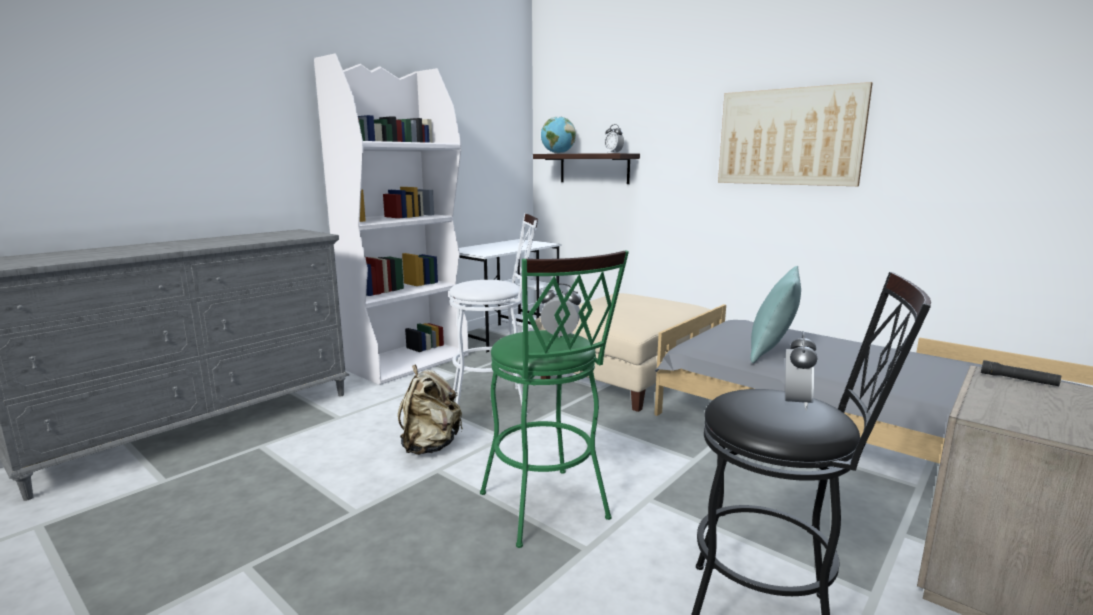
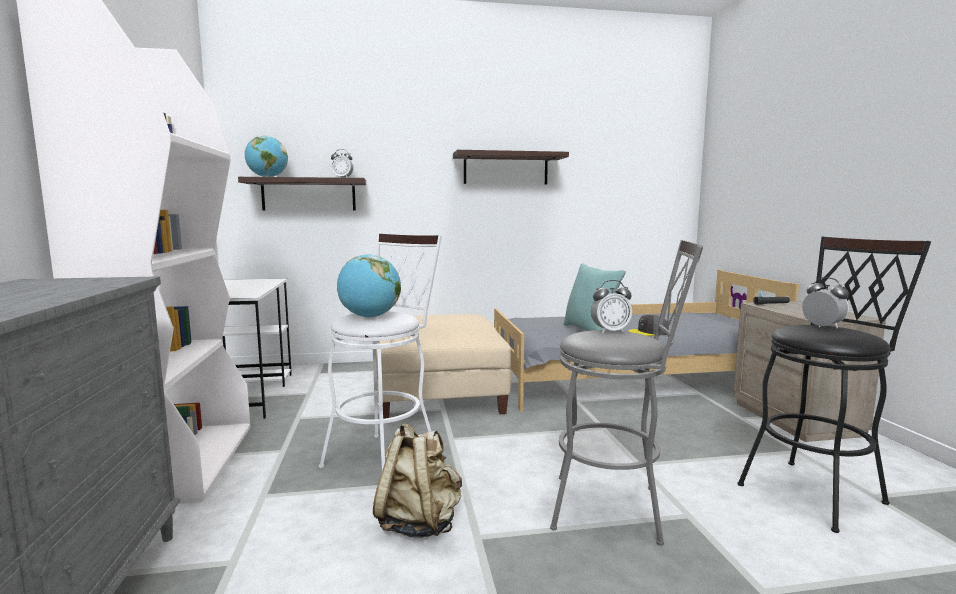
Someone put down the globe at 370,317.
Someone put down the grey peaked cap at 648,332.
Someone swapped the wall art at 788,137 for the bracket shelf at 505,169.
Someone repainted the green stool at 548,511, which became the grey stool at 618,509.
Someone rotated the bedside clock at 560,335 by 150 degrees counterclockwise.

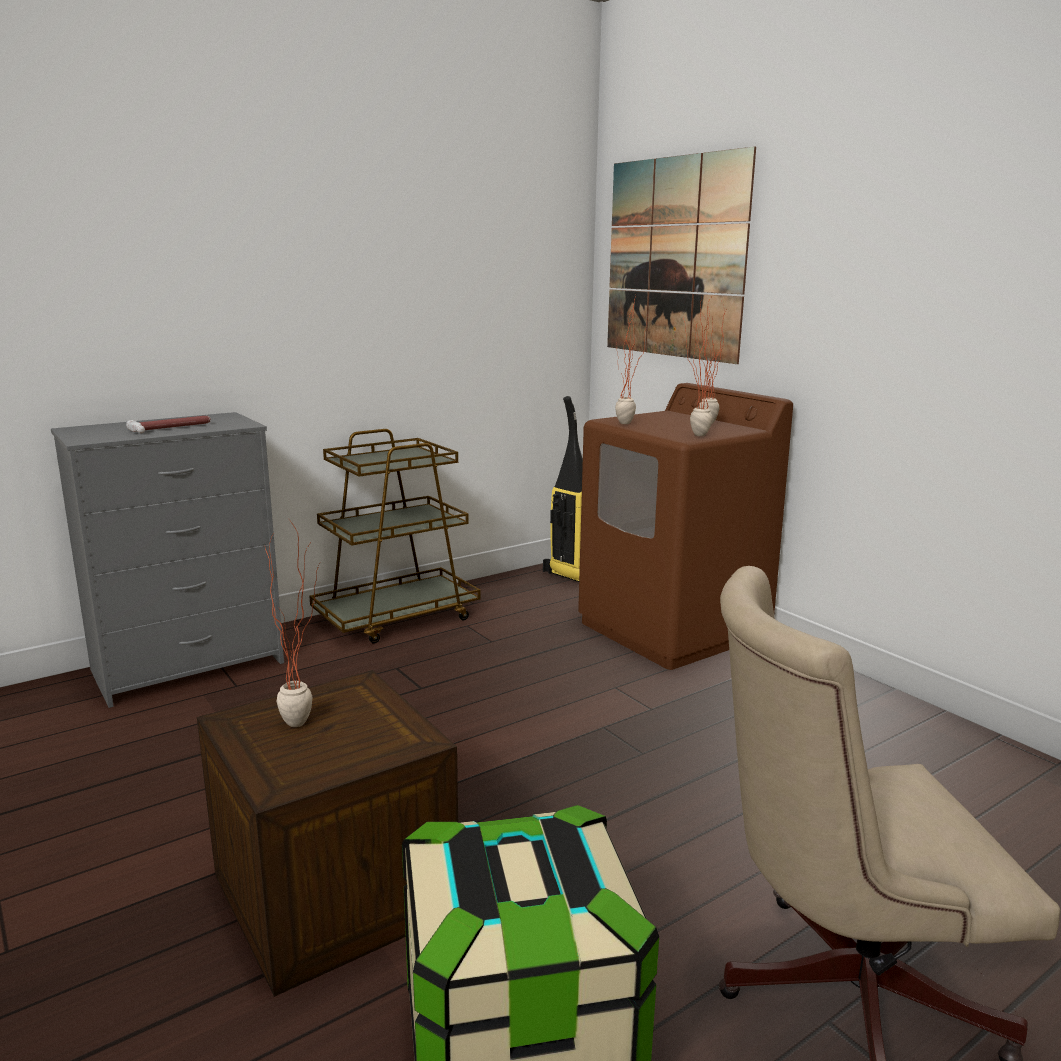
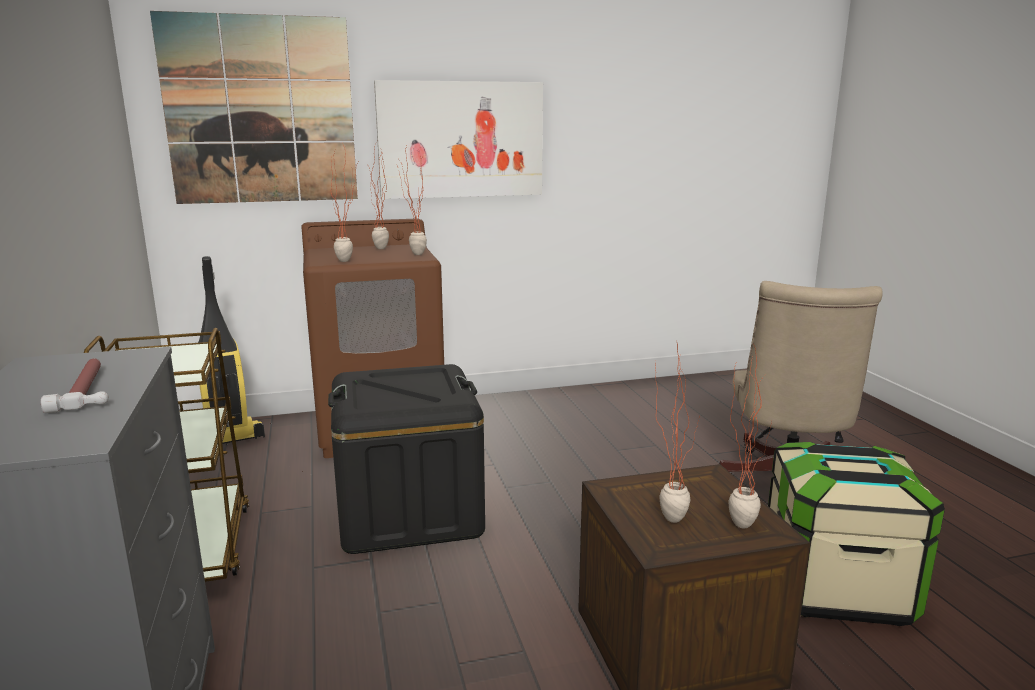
Someone put down the blackish storage container at 409,512.
Someone put up the wall art at 461,140.
Someone put down the houseplant at 740,520.

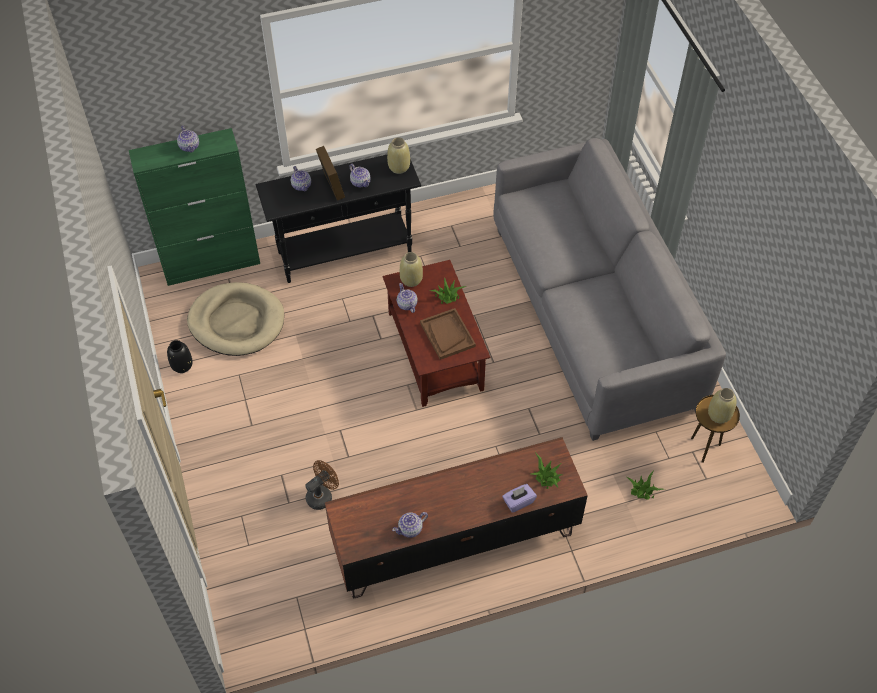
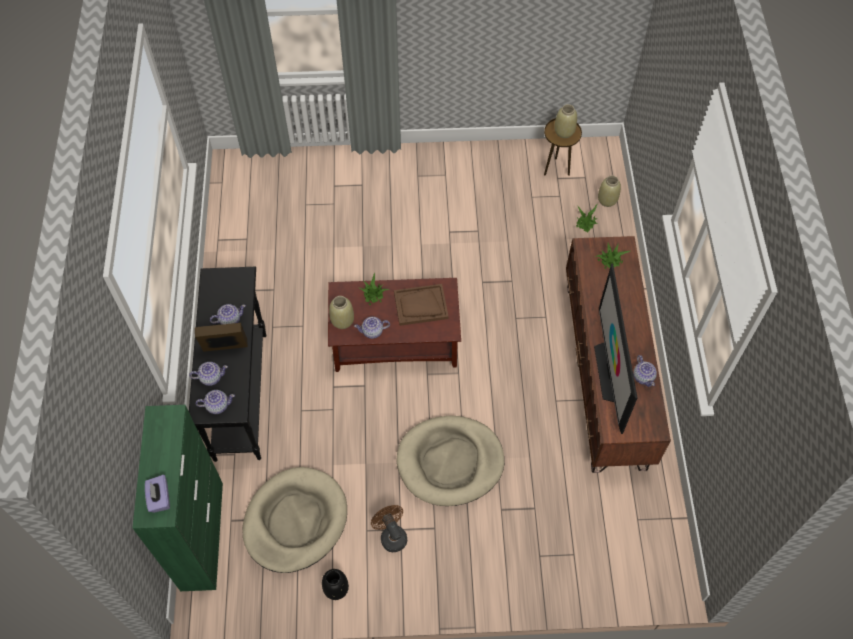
Someone took away the grey sofa at 593,316.
Someone put down the beige-coloured dog bed at 450,462.
Someone put down the TV at 611,372.
Someone carried the tea pot from 189,146 to 217,405.
Someone carried the brown-coloured fan from 322,495 to 391,535.
Someone carried the beige-coloured decorative vase from 399,167 to 607,200.
Someone carried the purple tissue holder from 518,502 to 159,498.

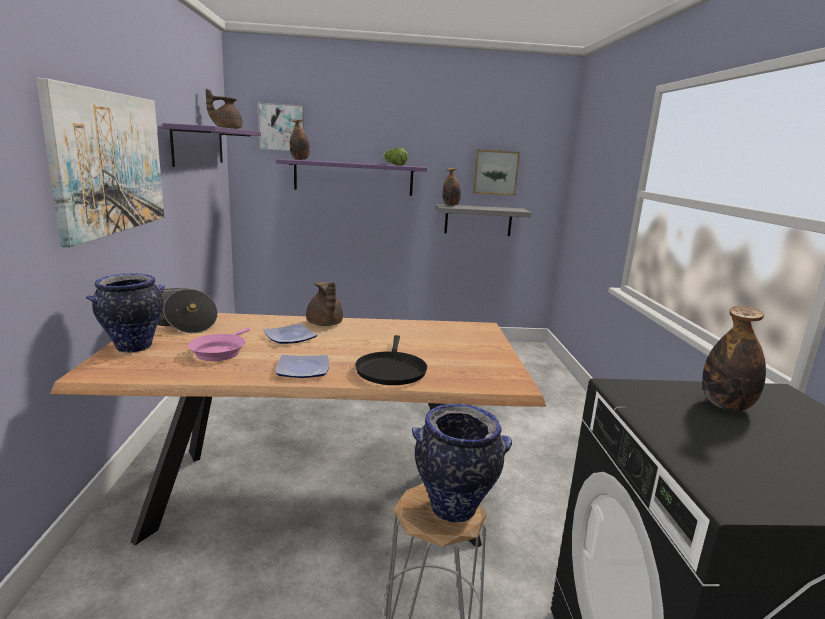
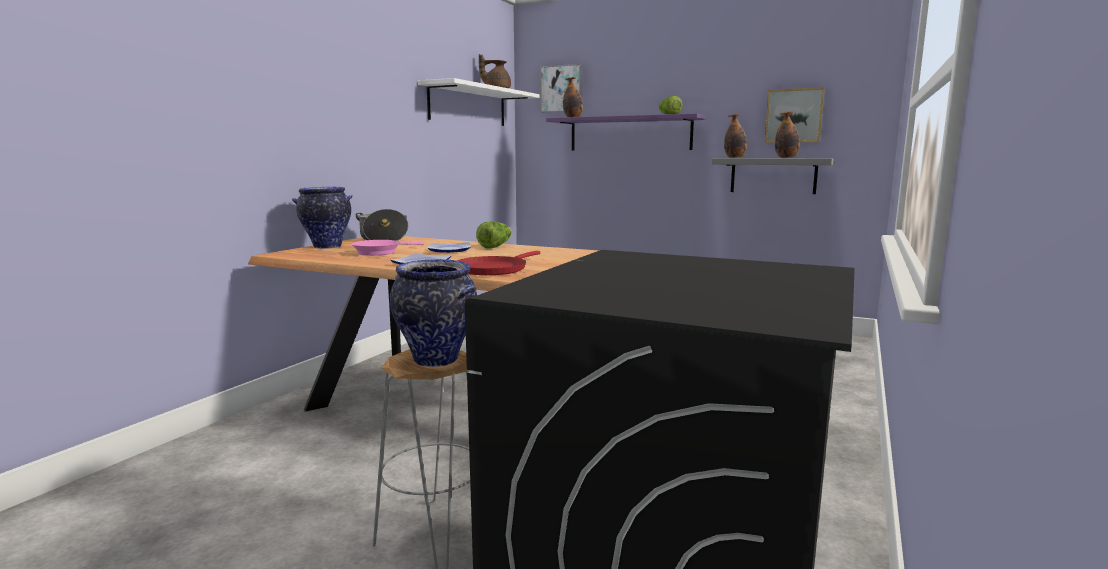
Someone took away the wall art at 110,162.
Someone carried the drink bottle from 726,405 to 786,158.
Someone swapped the brown-coloured tea pot at 324,324 for the lettuce head at 495,246.
Someone repainted the purple bracket shelf at 199,145, which became the white-coloured bracket shelf at 468,106.
Someone repainted the blackish skillet at 391,370, which became the red-coloured skillet at 493,269.

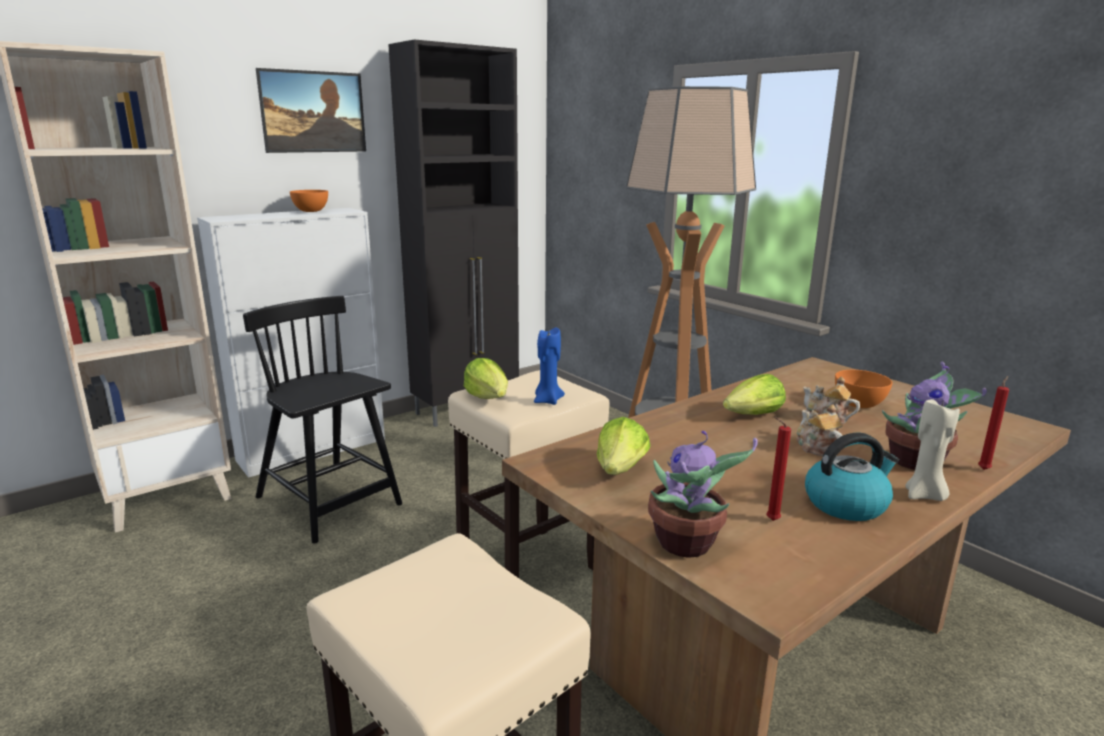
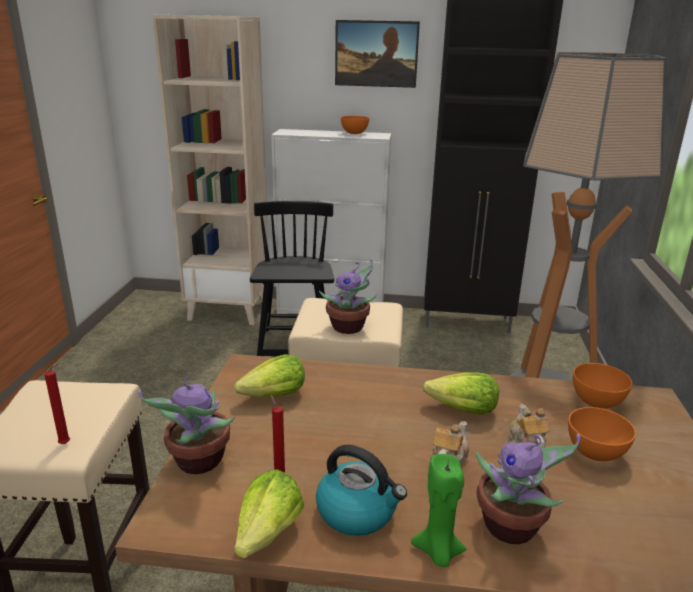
Someone put down the orangey bowl at 596,402.
Someone carried the lettuce head from 488,397 to 268,533.
Someone carried the red-coloured wax light from 984,469 to 66,444.
Someone swapped the blue-coloured wax light at 547,400 for the houseplant at 349,328.
Someone repainted the beige-coloured wax light at 924,496, which became the green wax light at 438,552.

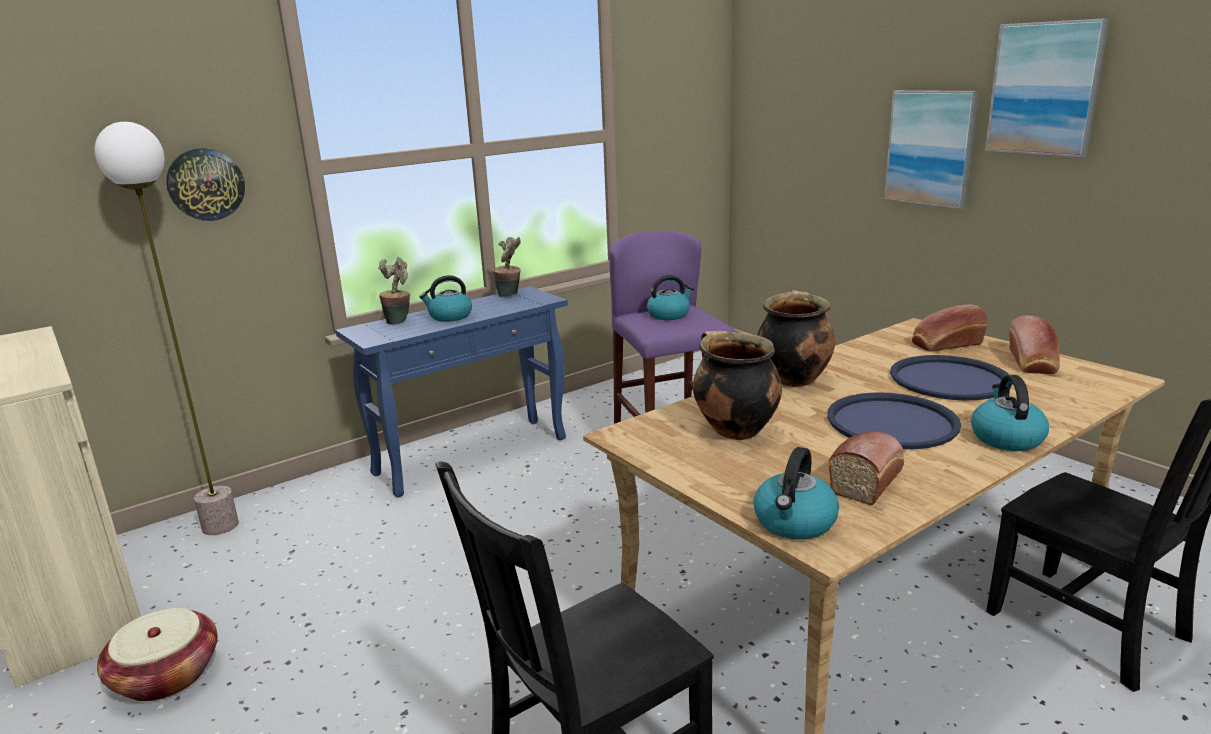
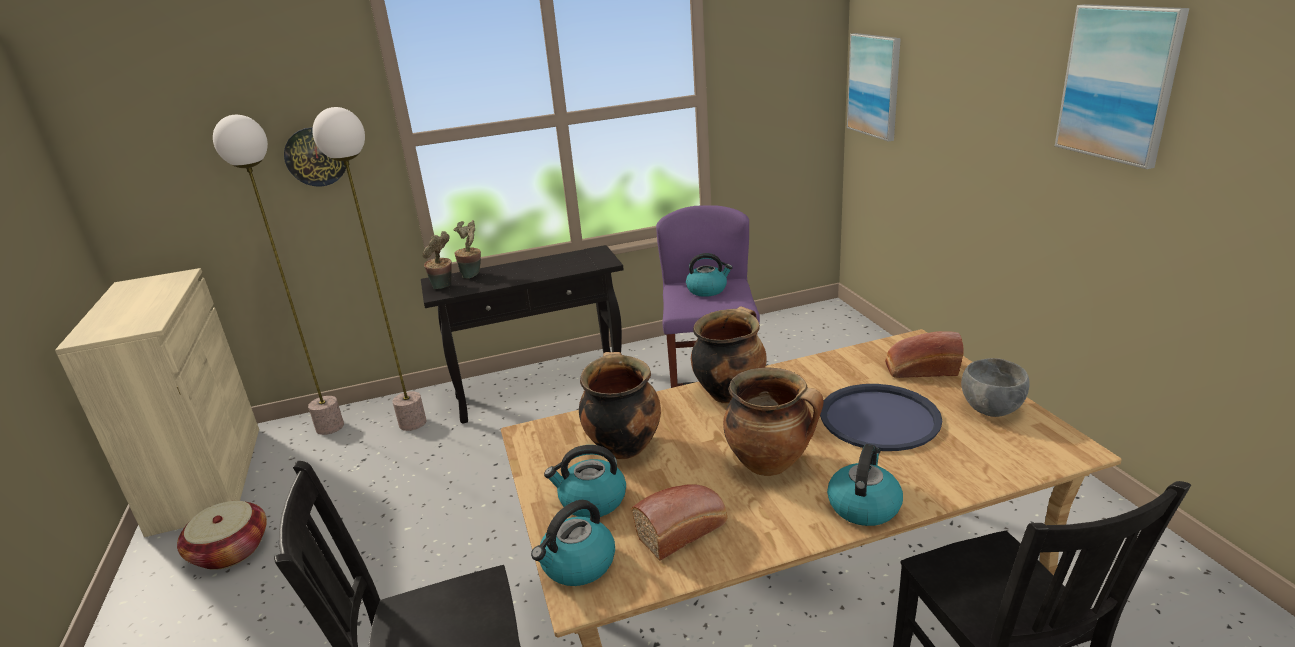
Someone put down the standing lamp at 413,422.
Someone carried the tea kettle from 449,316 to 591,501.
Someone carried the houseplant from 510,295 to 443,287.
Someone carried the wall art from 930,148 to 874,85.
Someone swapped the blue-coloured tray at 891,422 for the cooking pot at 771,464.
Someone swapped the bakery bread at 1032,362 for the grey bowl at 990,409.
Someone repainted the blue-coloured narrow table at 473,455, which became the blackish narrow table at 542,391.

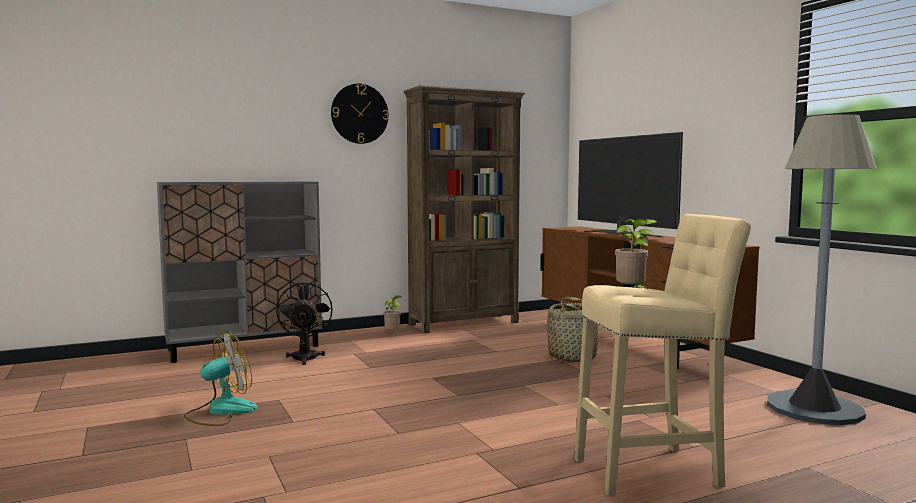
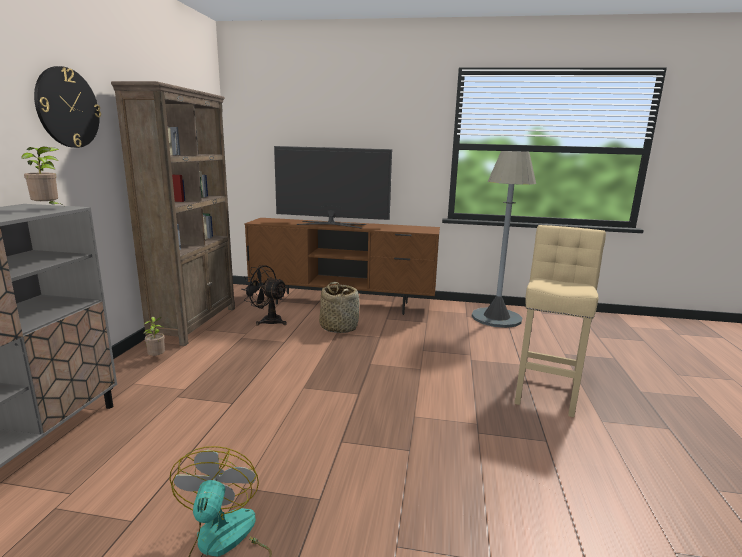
Someone carried the blackish fan from 305,356 to 267,320.
Someone carried the houseplant from 632,293 to 48,209.

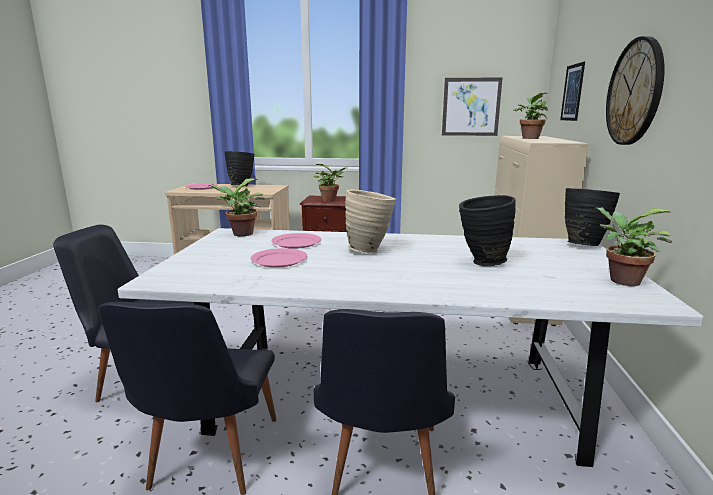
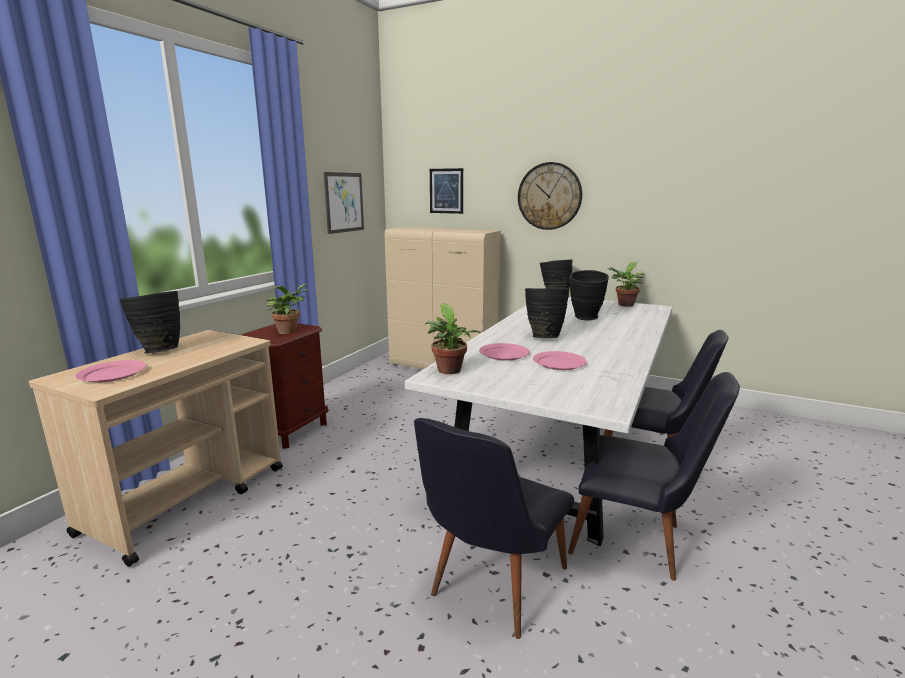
Someone took away the houseplant at 529,138.
Someone repainted the beige-coloured decorative vase at 370,250, which became the blackish decorative vase at 543,337.

